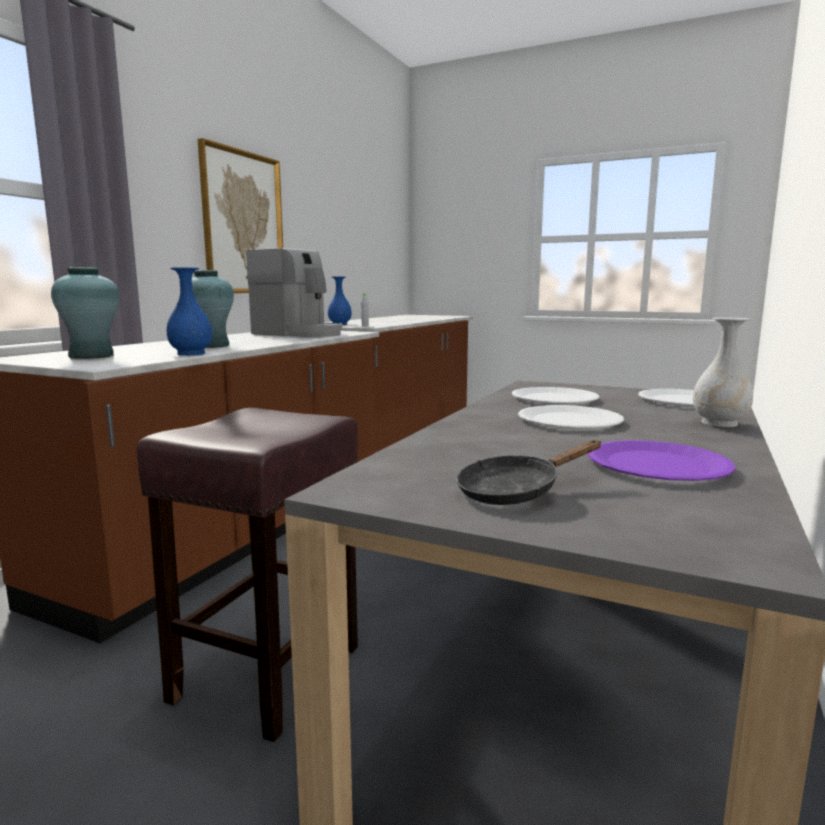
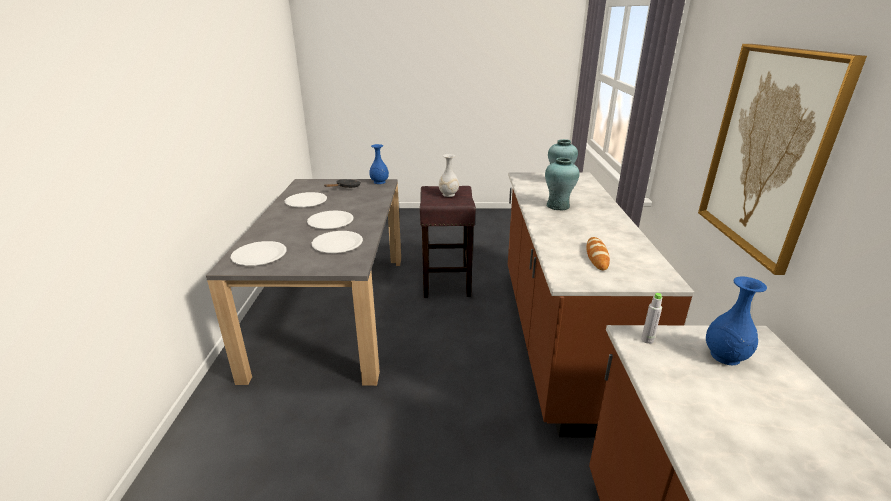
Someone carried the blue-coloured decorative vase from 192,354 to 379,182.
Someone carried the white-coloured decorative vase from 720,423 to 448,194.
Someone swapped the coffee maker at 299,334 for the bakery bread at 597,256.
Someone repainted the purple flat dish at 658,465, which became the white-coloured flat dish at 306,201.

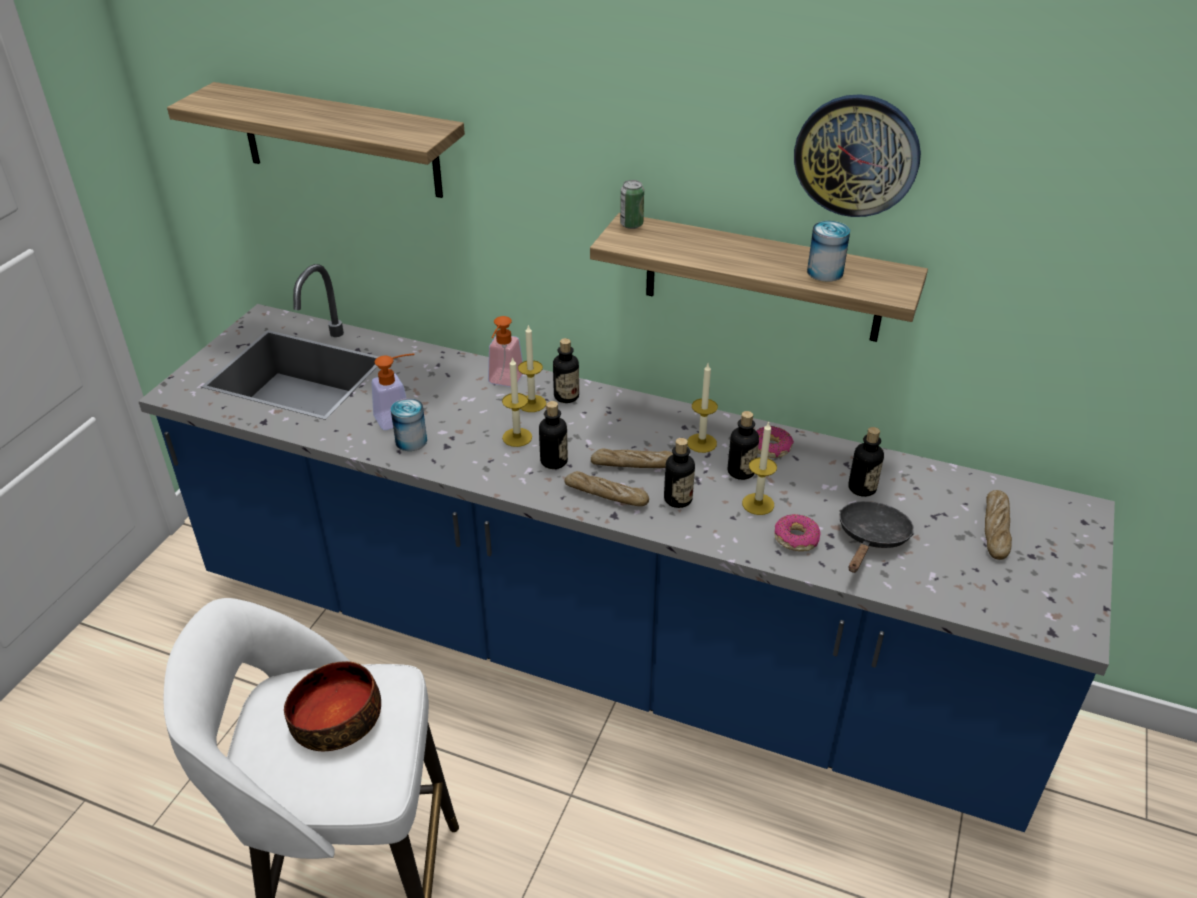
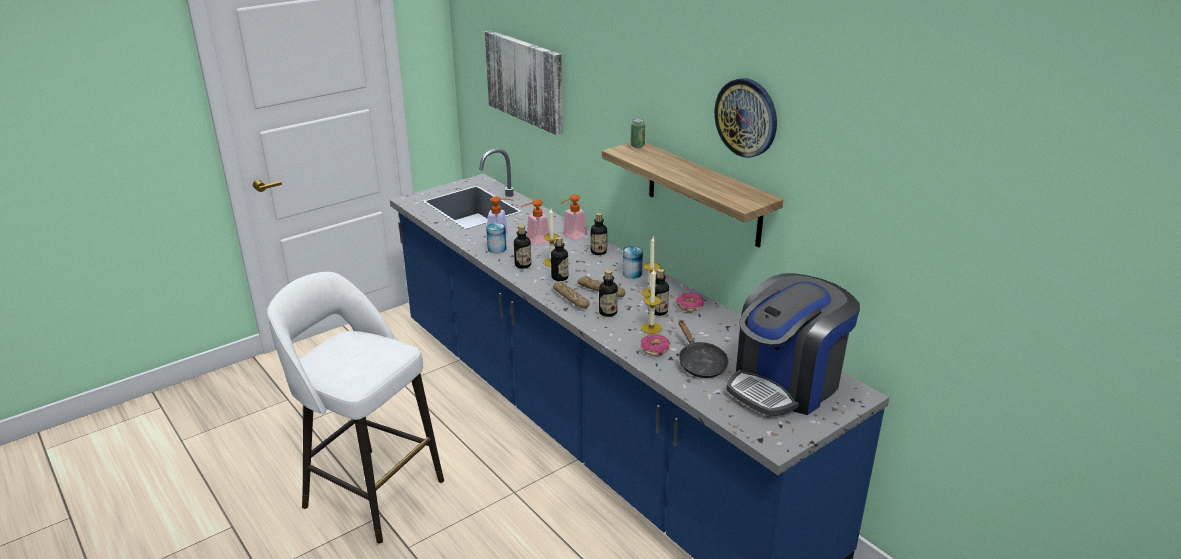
Someone took away the bowl at 337,718.
Someone took away the wax light at 532,403.
Someone put down the soap dispenser at 534,242.
Someone carried the can from 825,272 to 632,273.
Someone carried the drink bottle from 862,488 to 523,265.
Someone swapped the bracket shelf at 340,140 for the wall art at 526,80.
Someone swapped the bakery bread at 996,529 for the coffee maker at 786,384.
Someone rotated the blackish skillet at 871,539 by 105 degrees clockwise.

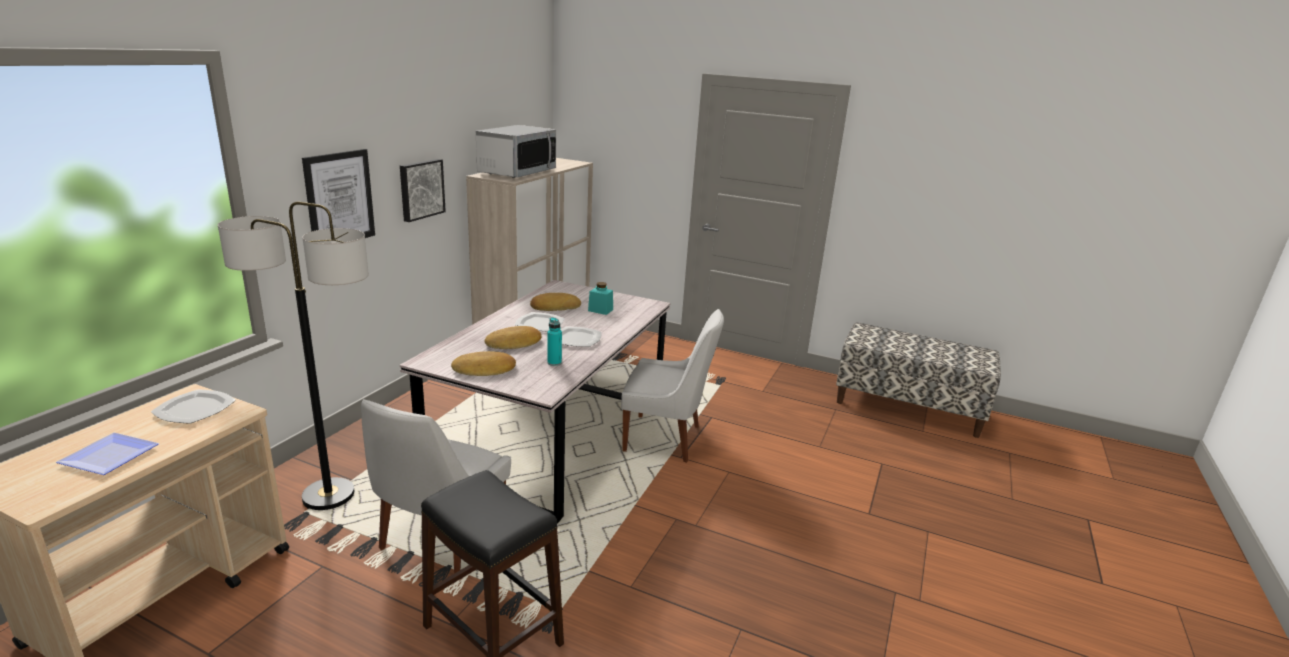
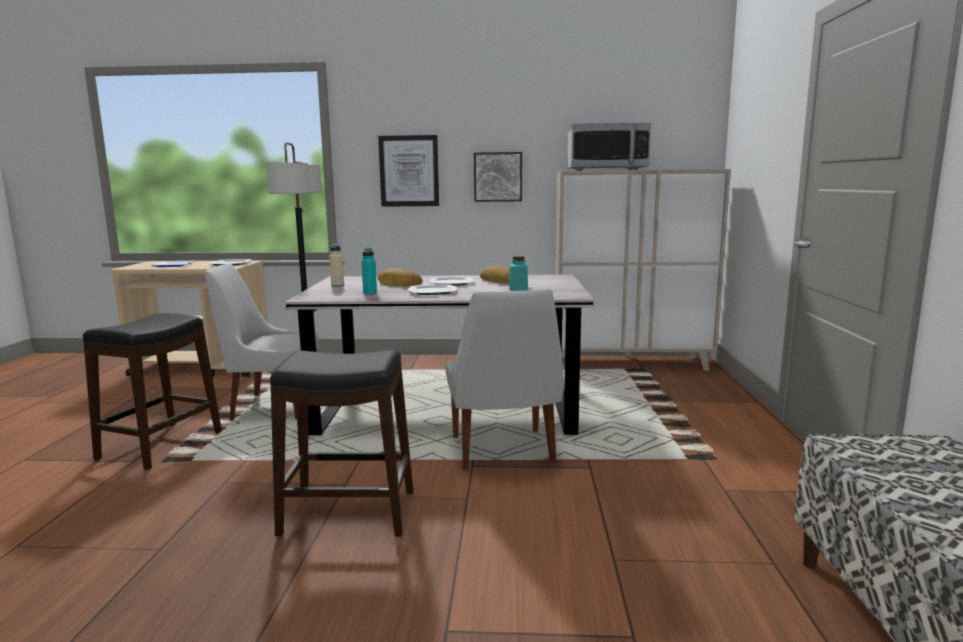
Someone put down the blackish stool at 348,513.
Someone swapped the bakery bread at 484,369 for the beige-coloured drink bottle at 337,286.

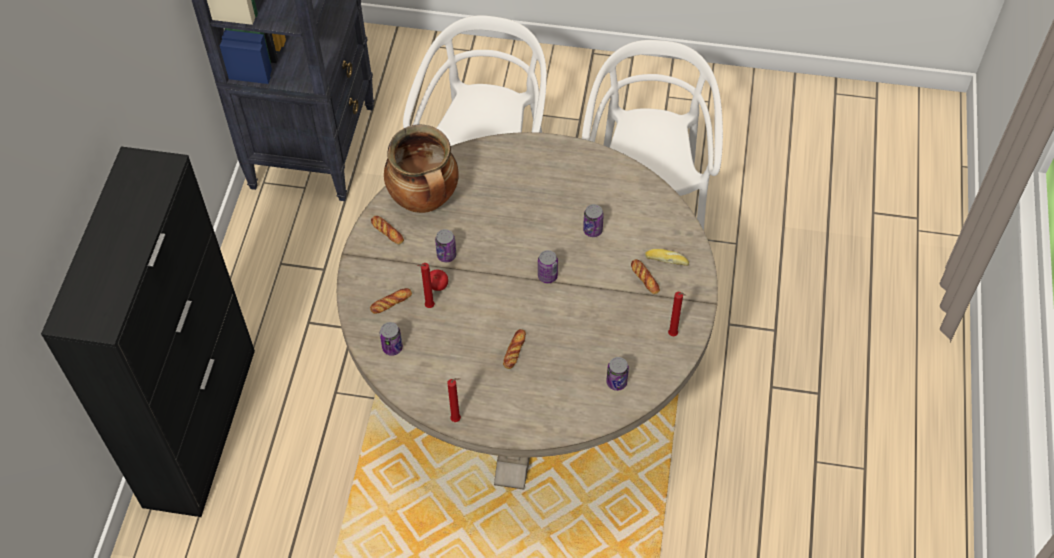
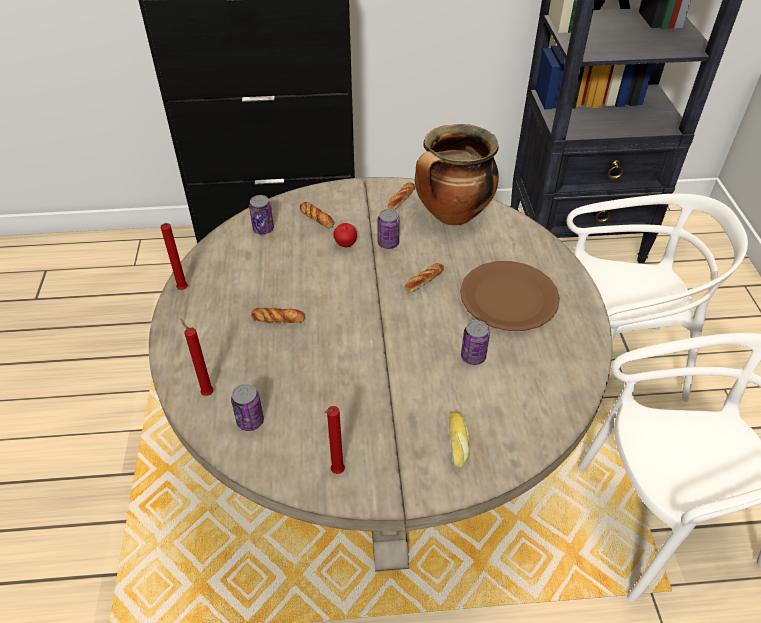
Someone took away the can at 547,276.
Someone put down the brown-coloured flat dish at 508,297.
Someone carried the red-coloured wax light from 428,307 to 206,392.
Someone carried the bakery bread from 645,278 to 424,280.

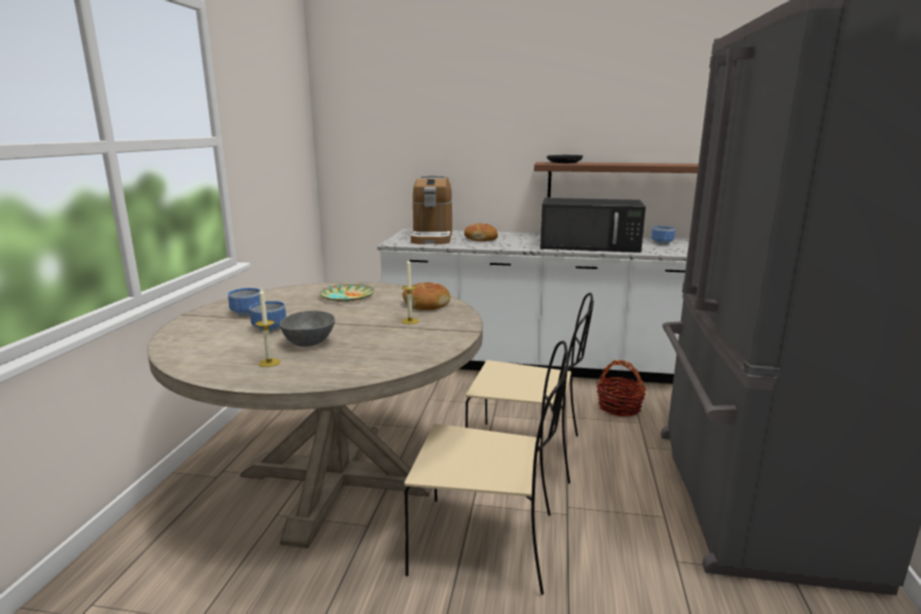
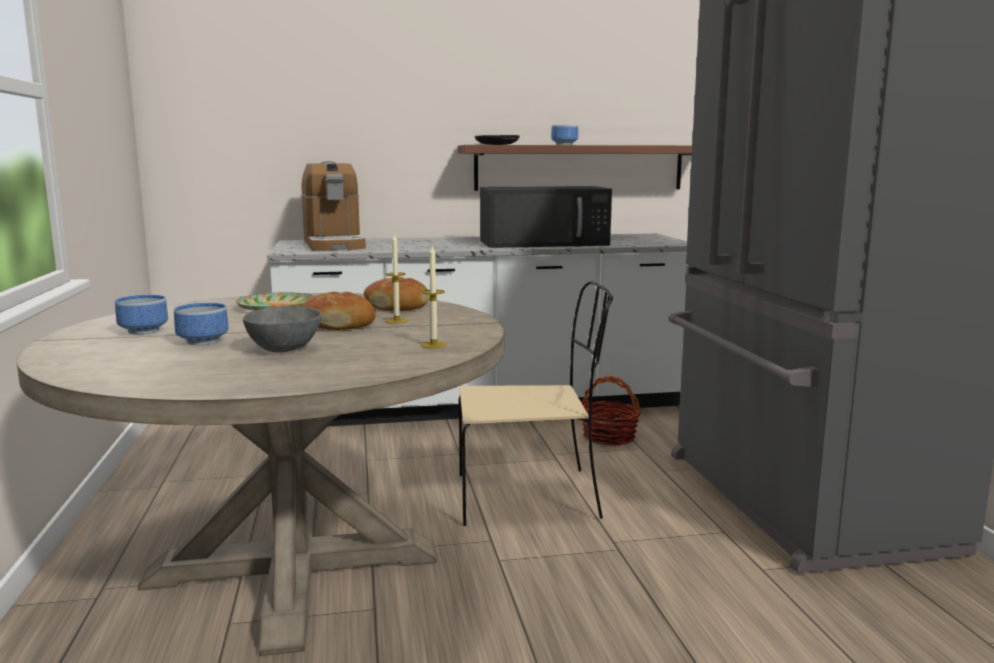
Someone took away the beige-coloured chair at 487,544.
Someone carried the wax light from 269,362 to 434,345.
Someone carried the bakery bread from 481,238 to 338,324.
Someone carried the bowl from 662,243 to 564,144.

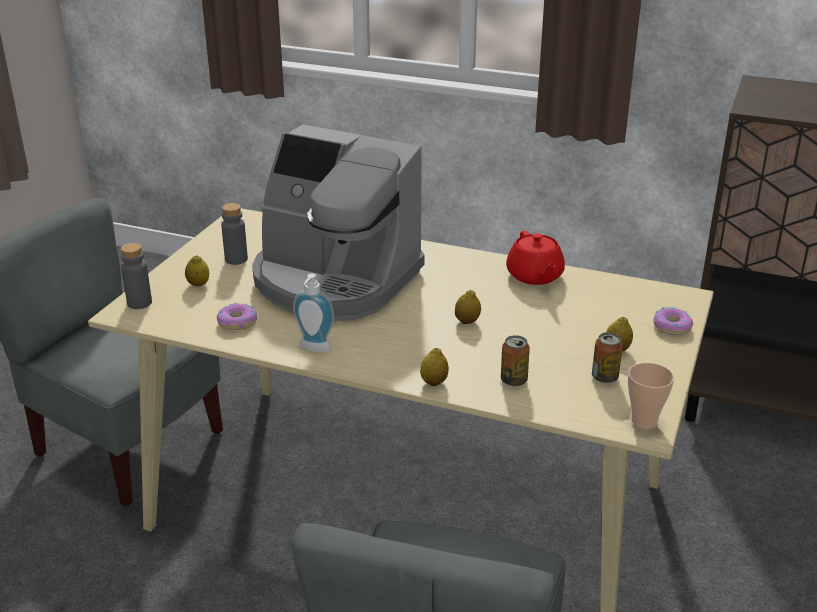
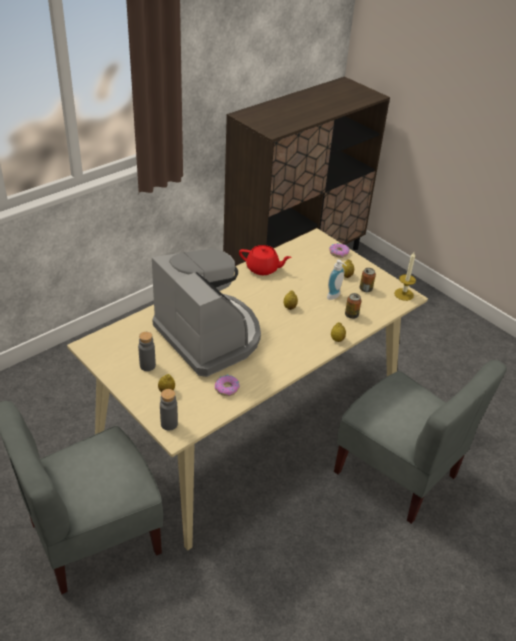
Someone carried the soap dispenser from 313,349 to 335,296.
Someone swapped the small cup at 644,421 for the wax light at 403,294.
Someone rotated the coffee maker at 334,281 by 90 degrees counterclockwise.

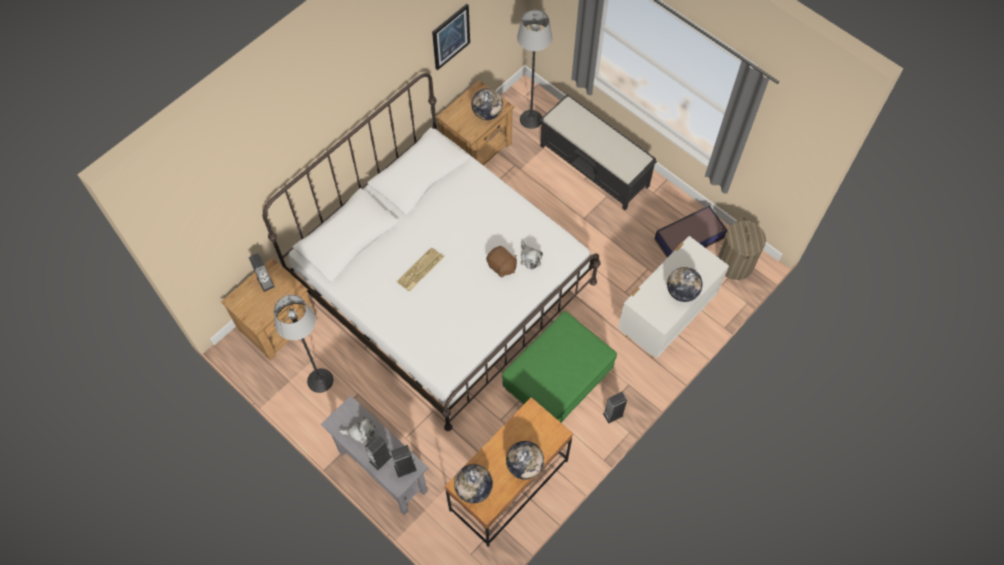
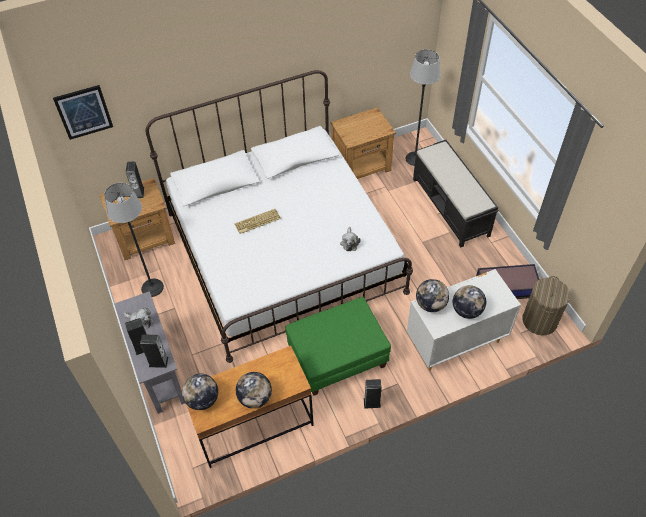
Someone took away the brown-coloured soft toy at 501,266.
Someone carried the wall art from 450,36 to 83,112.
Someone carried the globe from 487,113 to 430,304.

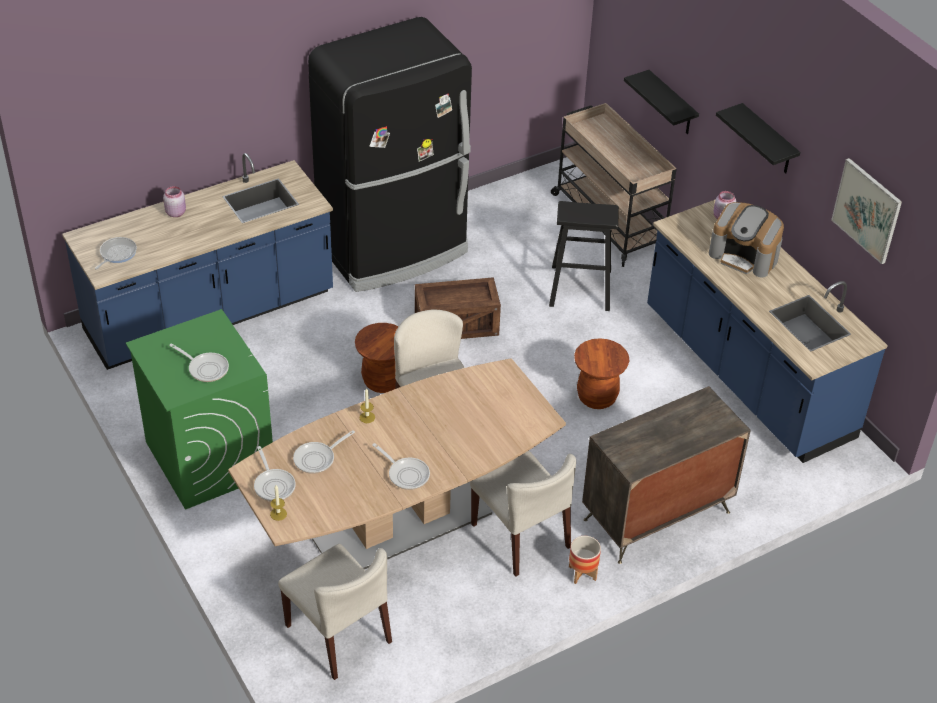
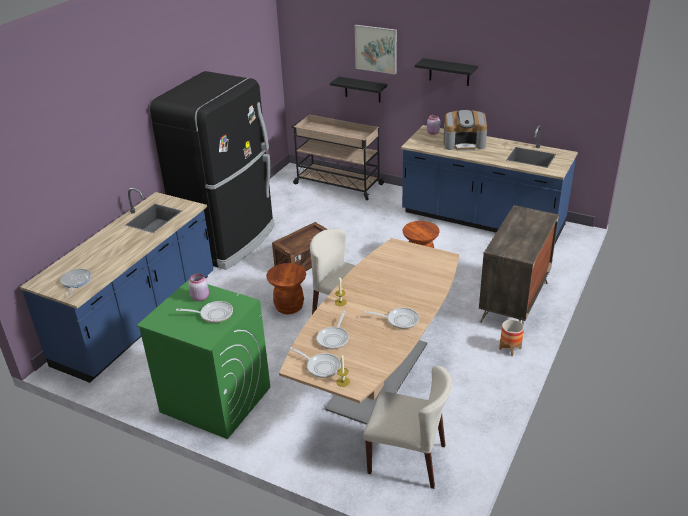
Someone took away the beige-coloured chair at 521,536.
Someone took away the blackish stool at 580,288.
Someone carried the pink-coloured jar from 176,212 to 200,297.
Someone carried the wall art from 867,210 to 376,49.

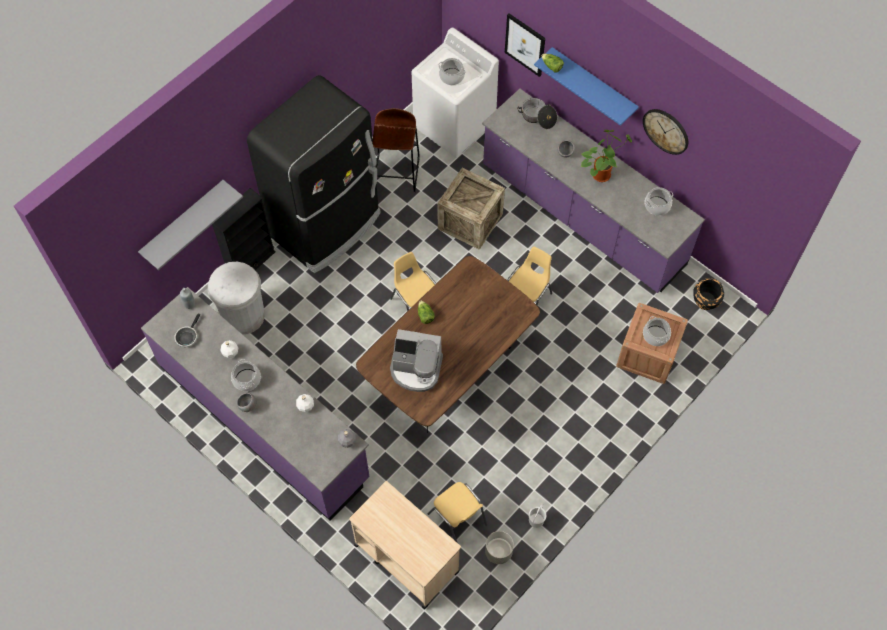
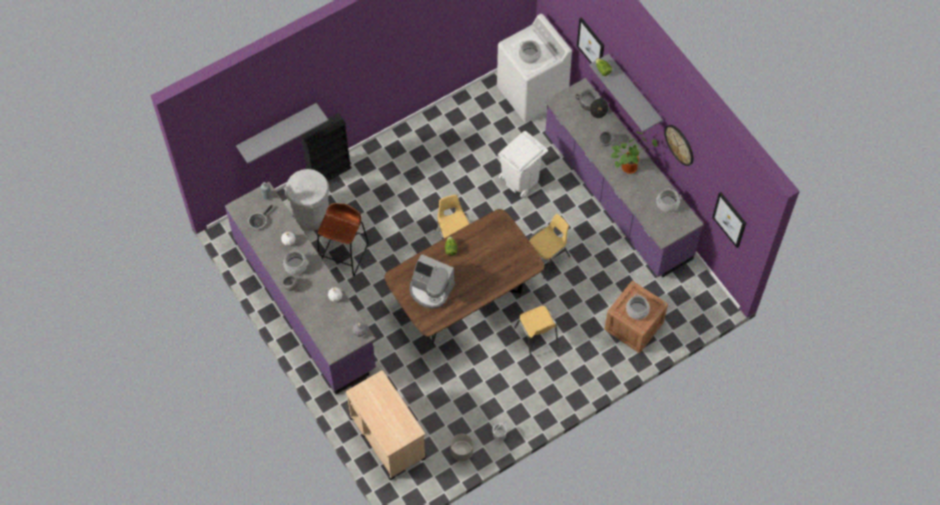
Someone took away the blackish refrigerator at 327,225.
Someone took away the blackish plant pot at 705,301.
Someone put up the wall art at 730,219.
Someone carried the brown-coloured stool from 396,172 to 344,254.
Someone carried the yellow chair from 458,519 to 536,337.
Someone swapped the crate at 470,221 for the white-coloured waste bin at 520,180.
Someone repainted the blue-coloured bracket shelf at 593,84, which became the grey bracket shelf at 634,92.

